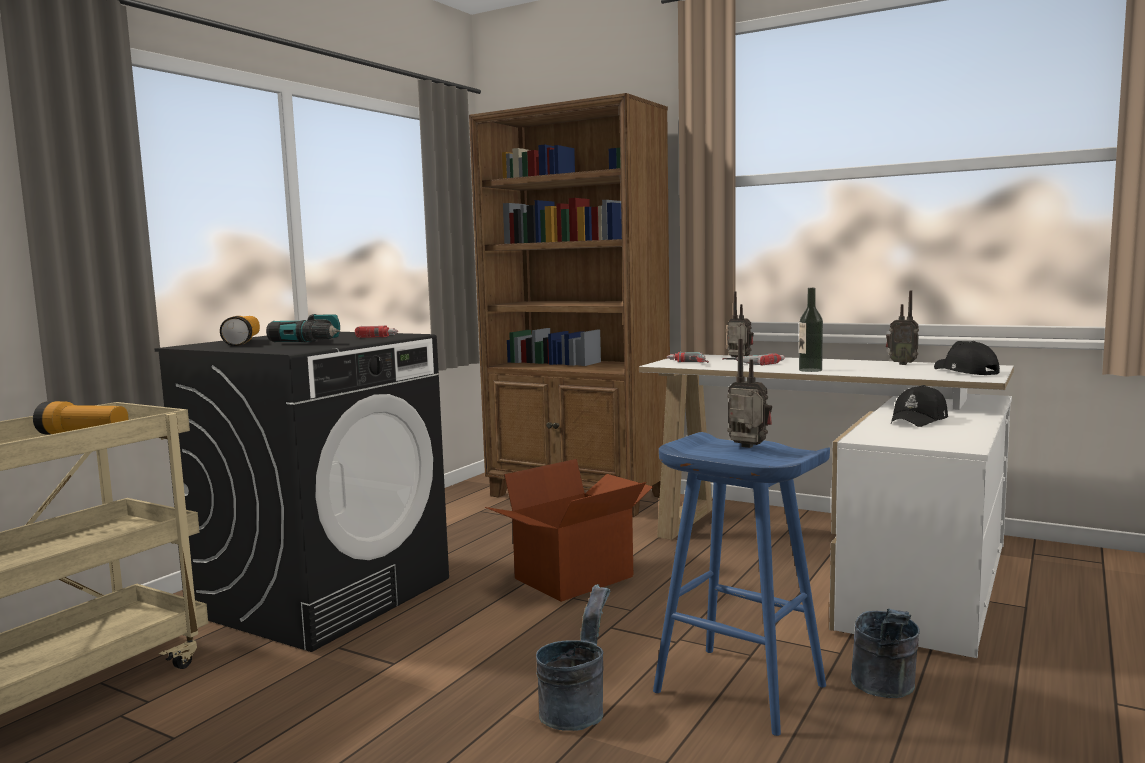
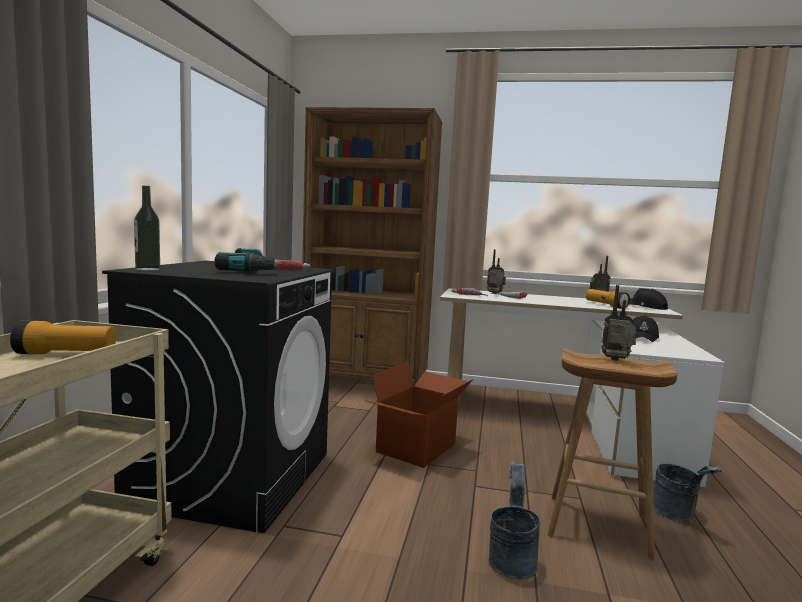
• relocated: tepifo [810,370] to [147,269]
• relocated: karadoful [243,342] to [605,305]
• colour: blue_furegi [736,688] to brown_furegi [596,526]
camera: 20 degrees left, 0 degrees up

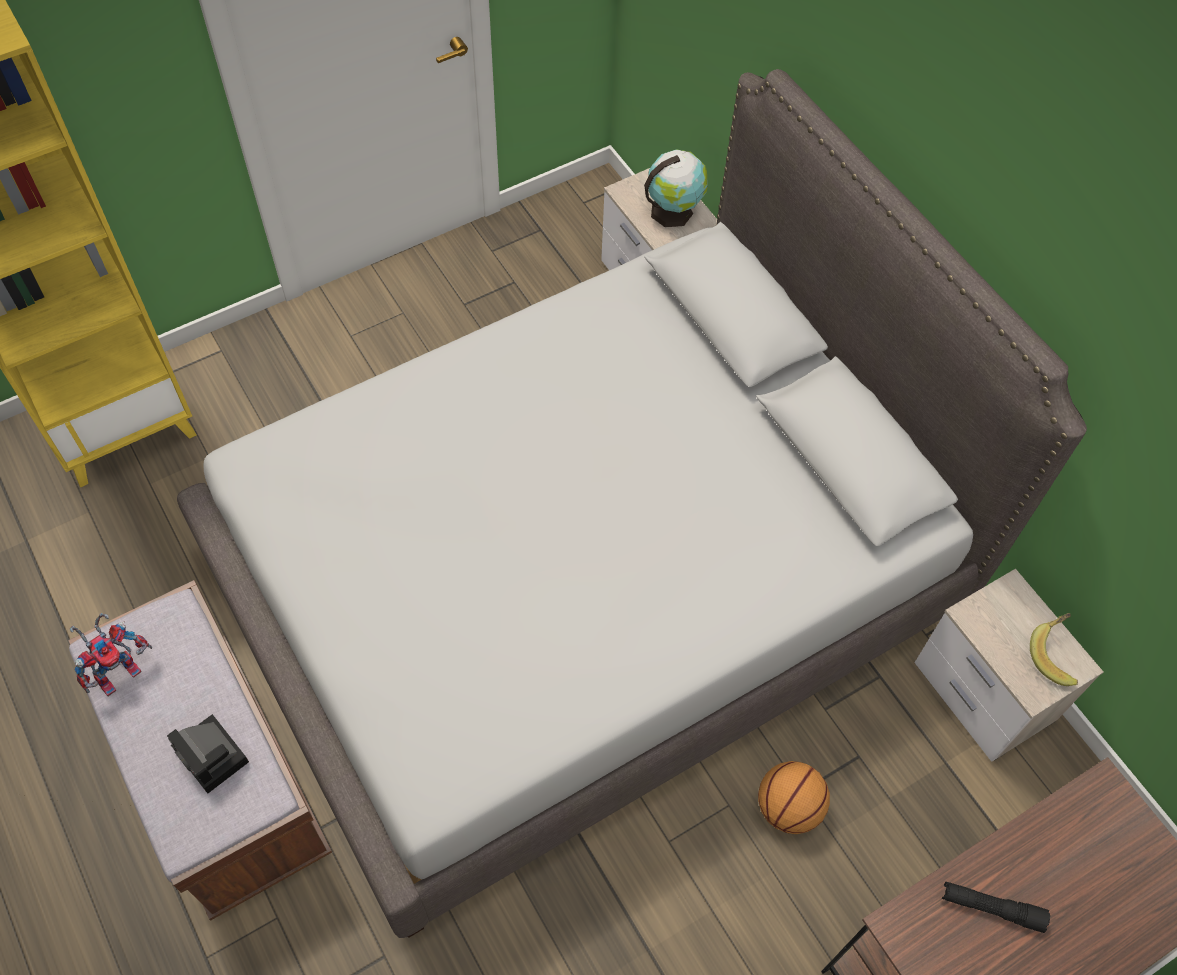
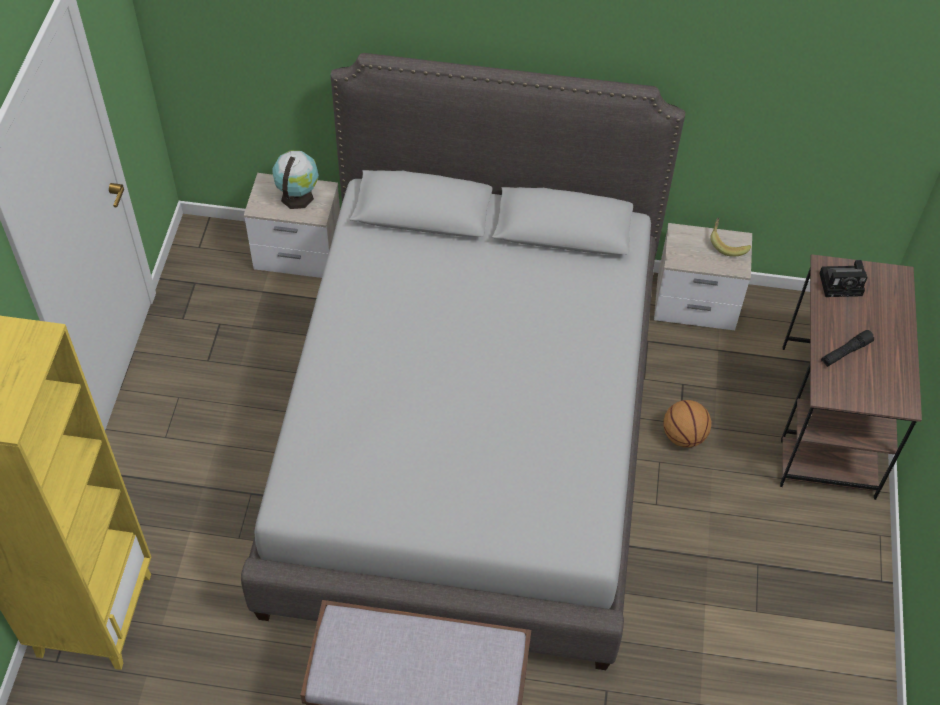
• missing: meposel [120,670]
• relocated: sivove [214,758] to [842,284]
camera: 50 degrees left, 5 degrees down

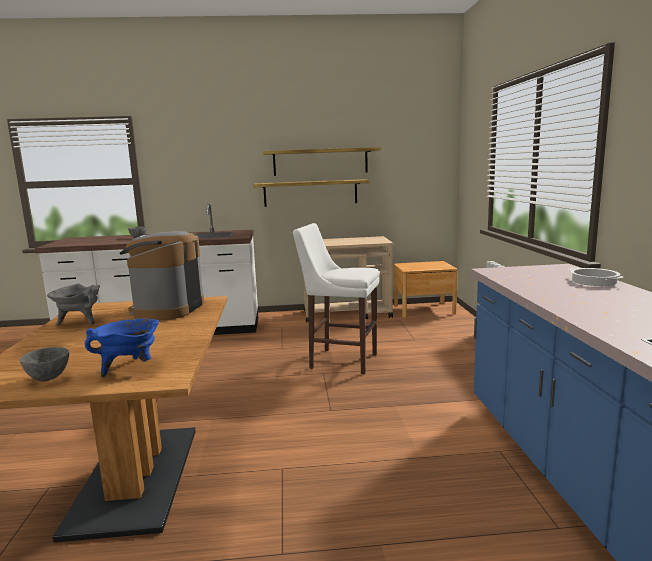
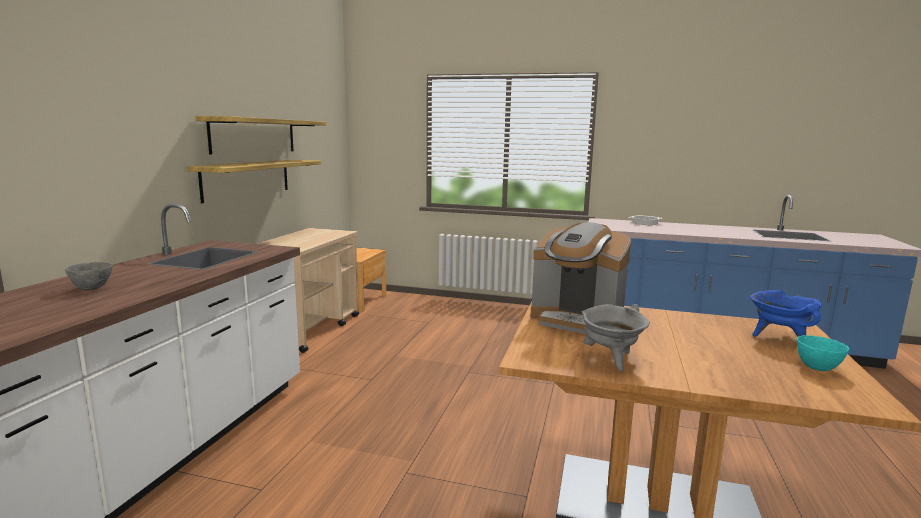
• missing: white_furegi [340,360]
• colour: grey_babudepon [49,378] to turquoise_babudepon [816,367]
camera: 70 degrees left, 0 degrees up

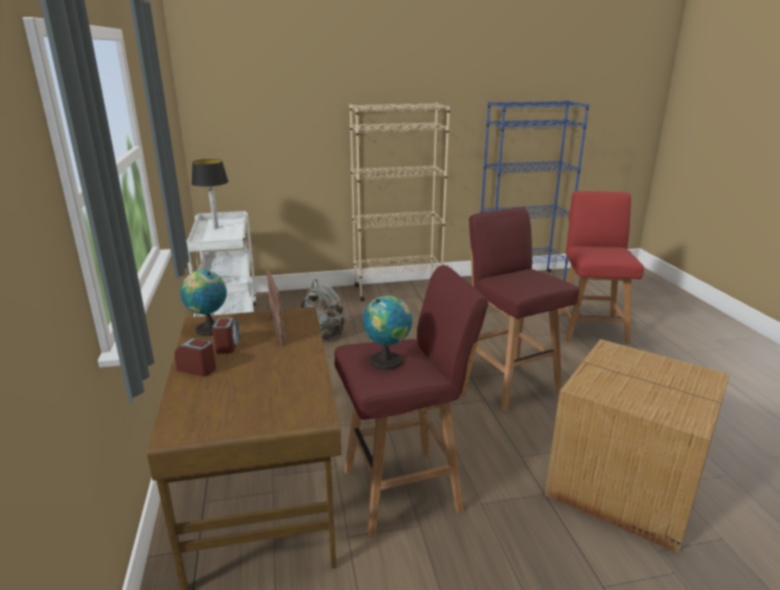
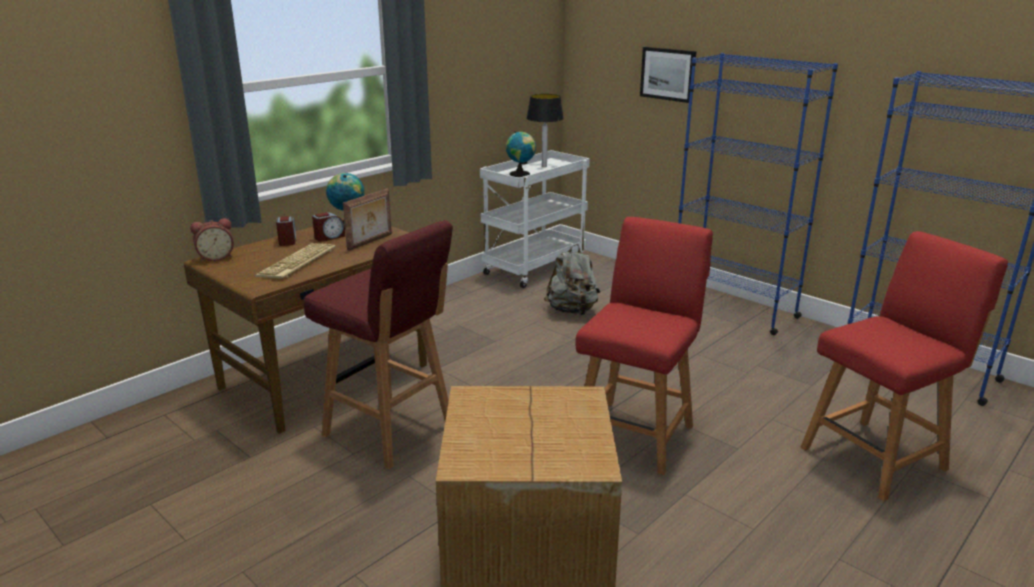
• colour: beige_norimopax [398,290] to blue_norimopax [733,309]
• exchanged: red_furegi [509,382] to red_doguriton [635,434]
• relocated: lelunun [387,360] to [521,174]
• appeared: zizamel [668,74]
• appeared: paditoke [216,257]
• appeared: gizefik [297,263]
camera: 55 degrees right, 0 degrees up

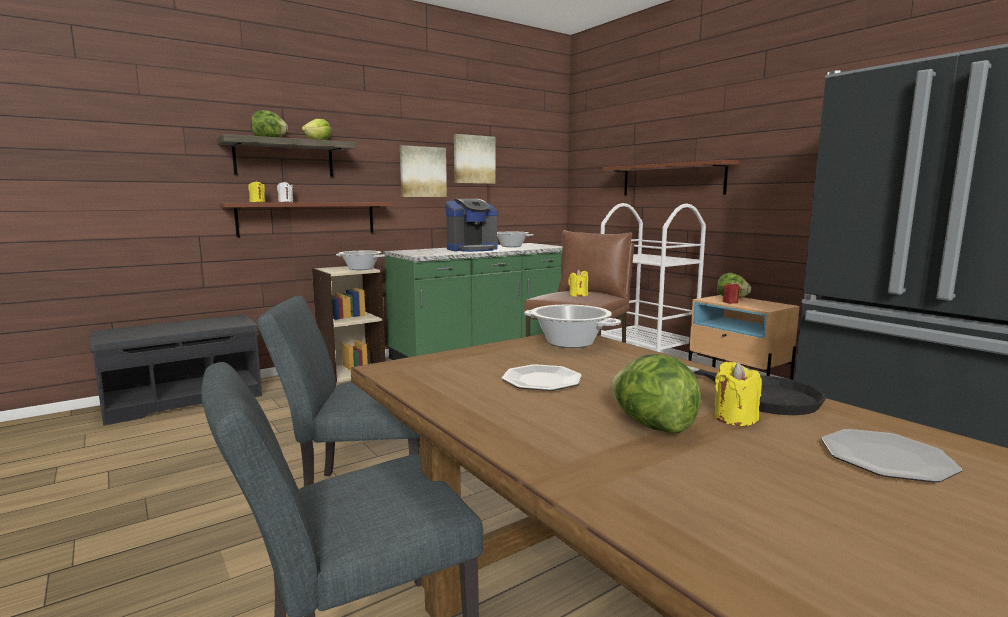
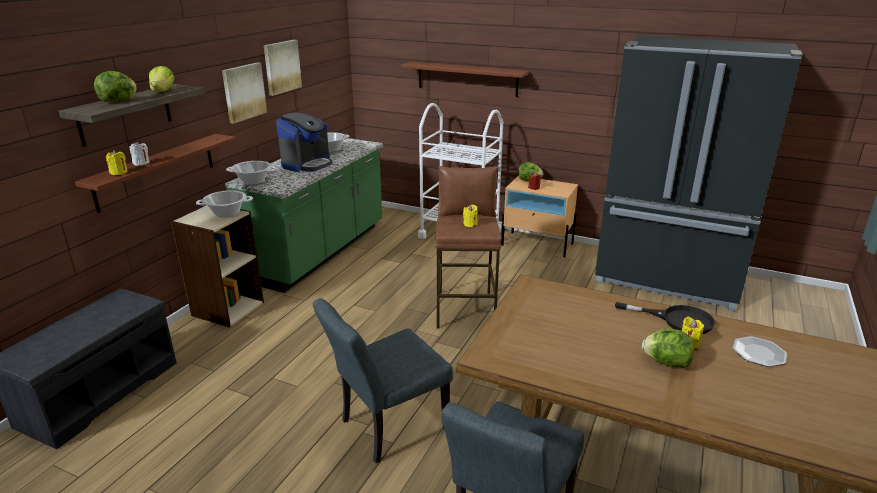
• relocated: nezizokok [570,343] to [253,181]
• missing: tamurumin [541,380]
camera: 30 degrees left, 15 degrees up

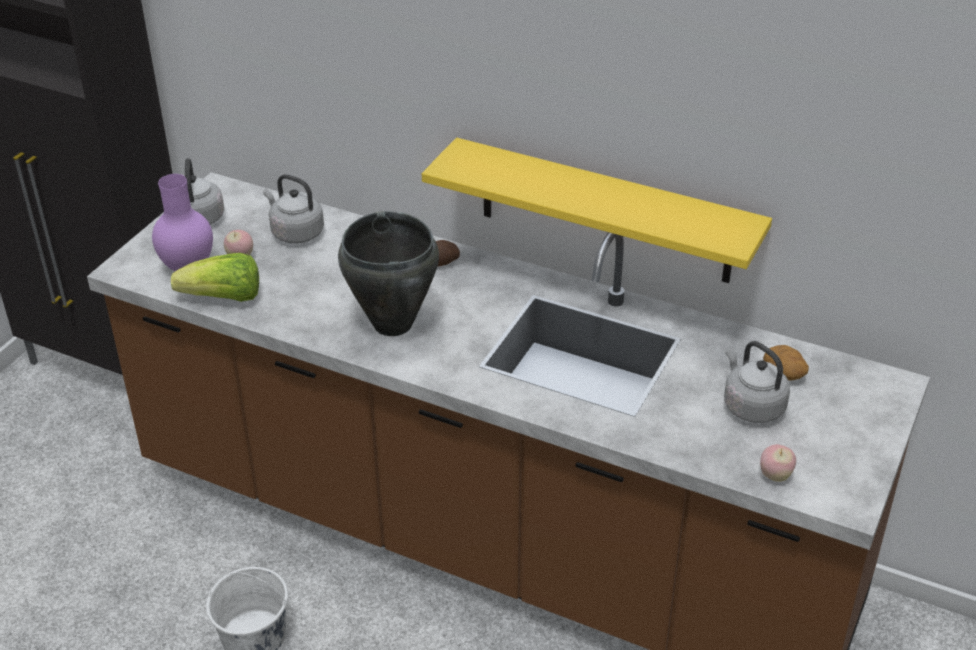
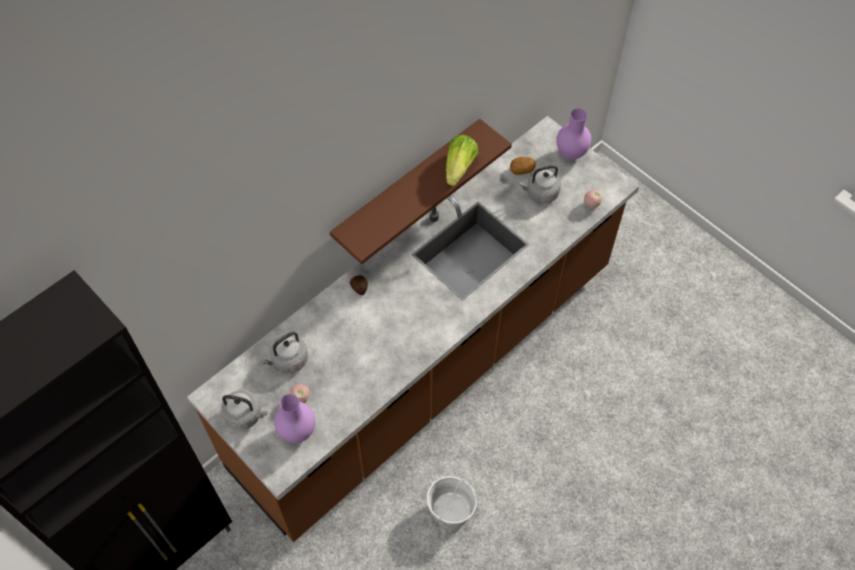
• colour: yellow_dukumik [605,211] to brown_dukumik [407,188]
• missing: black_nezizokok [392,324]
• relocated: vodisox [224,298] to [459,168]
• appeared: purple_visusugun [571,153]
camera: 70 degrees left, 20 degrees up

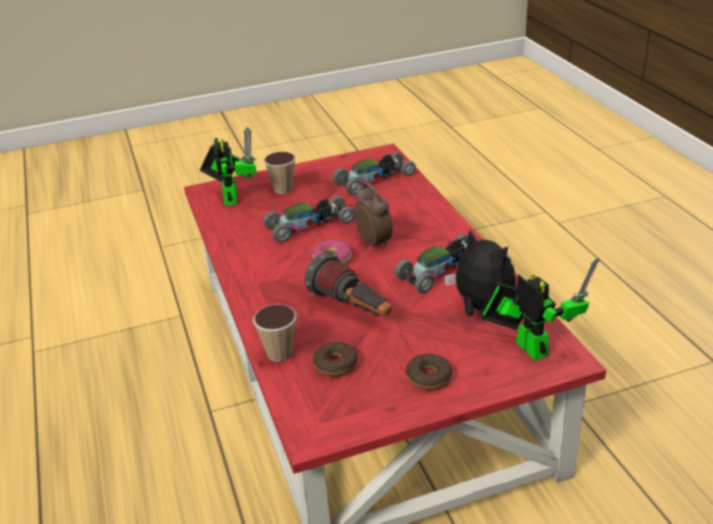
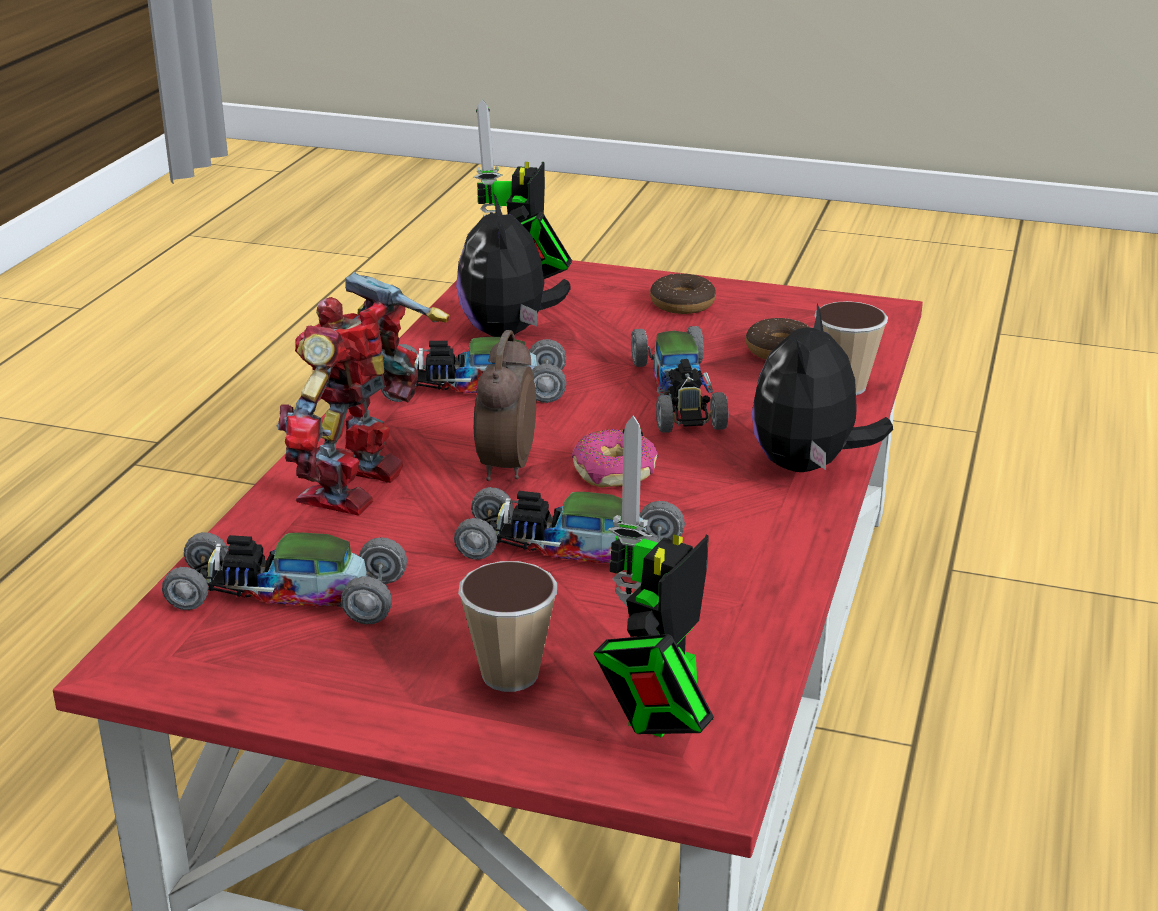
• exchanged: karadoful [353,309] to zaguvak [678,394]
• appeared: meposel [360,487]
• appeared: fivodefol [808,466]
camera: 145 degrees left, 5 degrees down

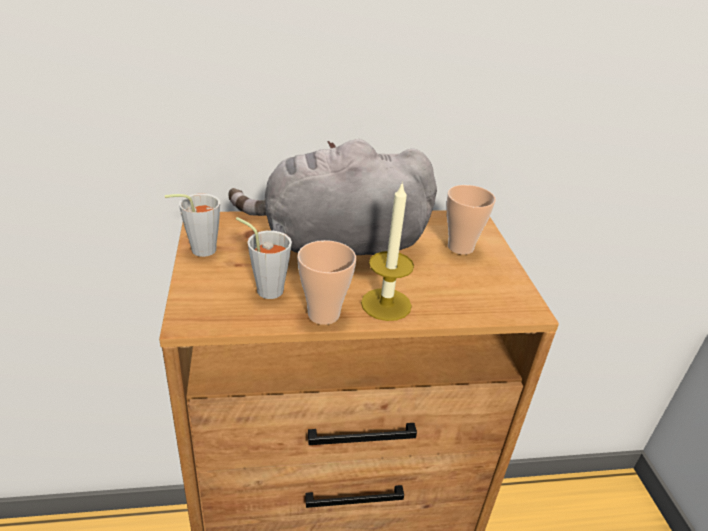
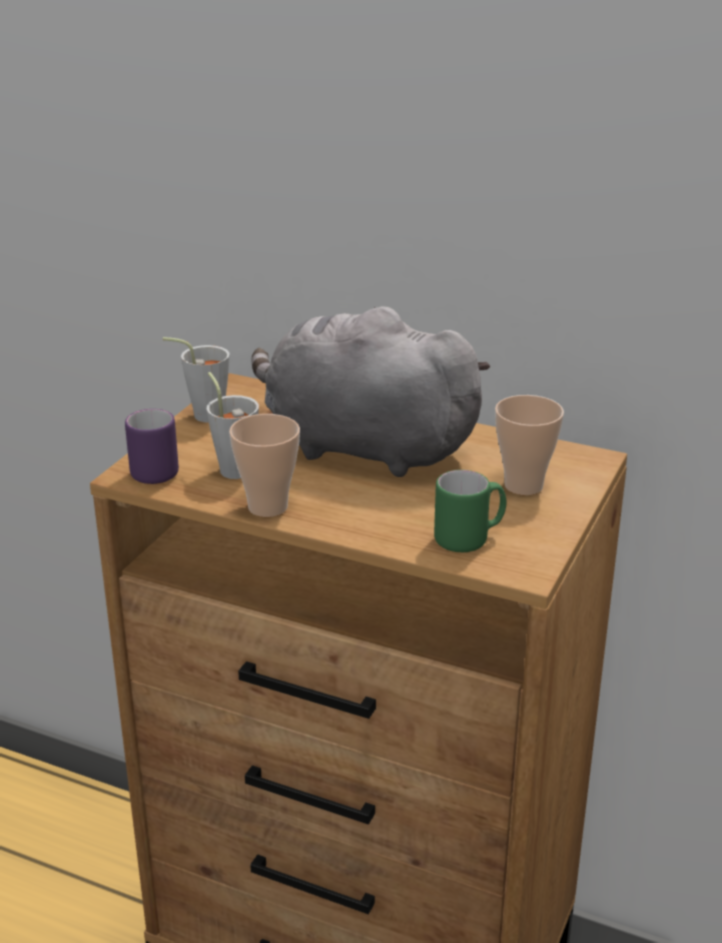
• missing: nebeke [386,304]
• appeared: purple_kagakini [158,470]
• appeared: green_kagakini [469,539]
camera: 35 degrees right, 5 degrees down

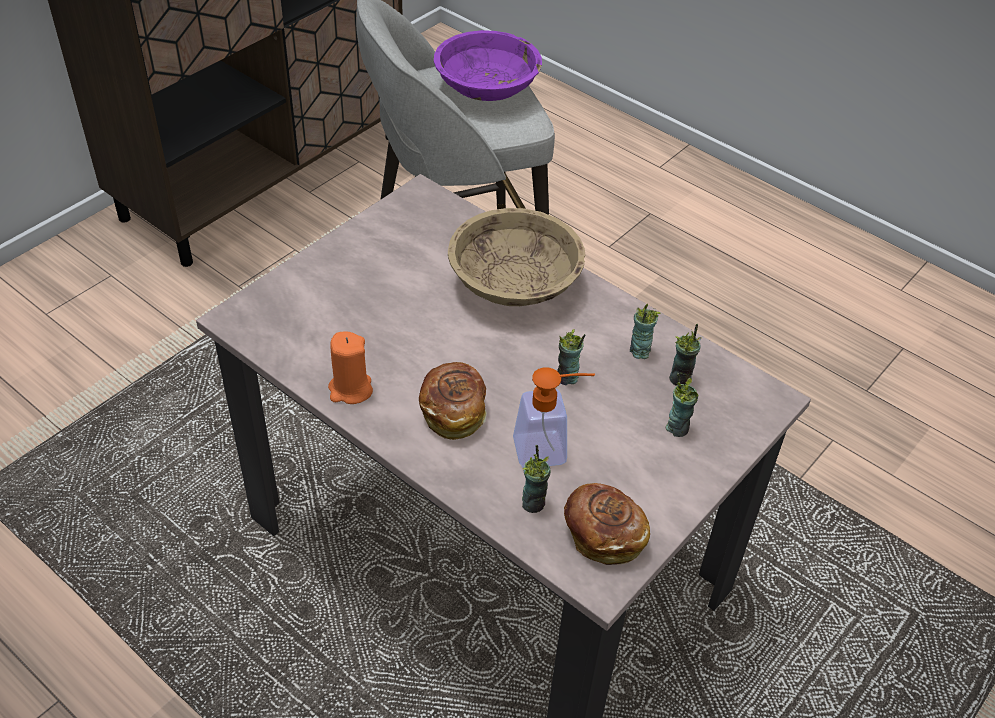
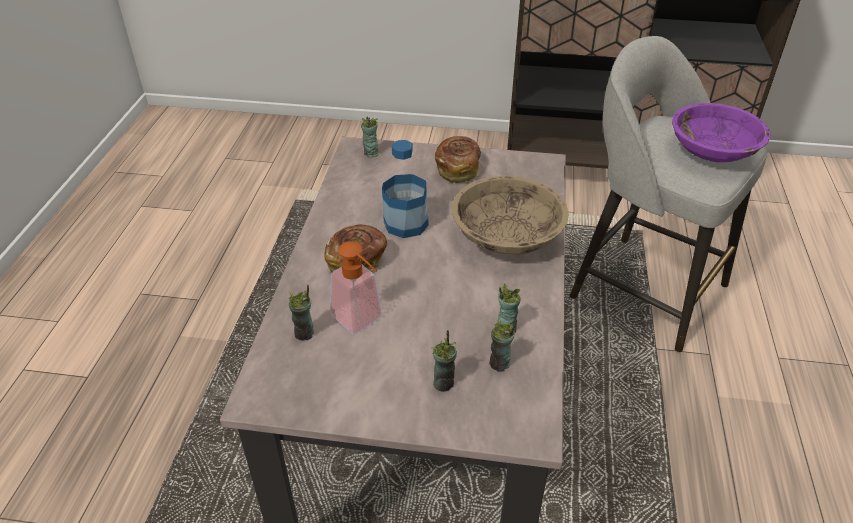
• relocated: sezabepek [567,378] to [371,153]
• missing: orange_nebeke [350,389]
• relocated: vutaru [603,535] to [458,169]
• appeared: tepifo [406,223]
camera: 60 degrees right, 5 degrees down

